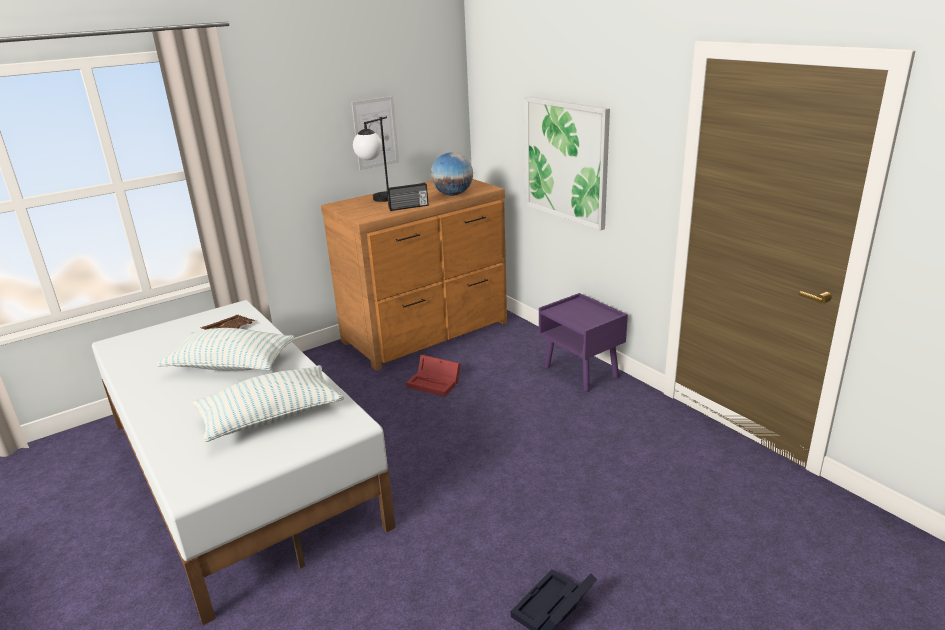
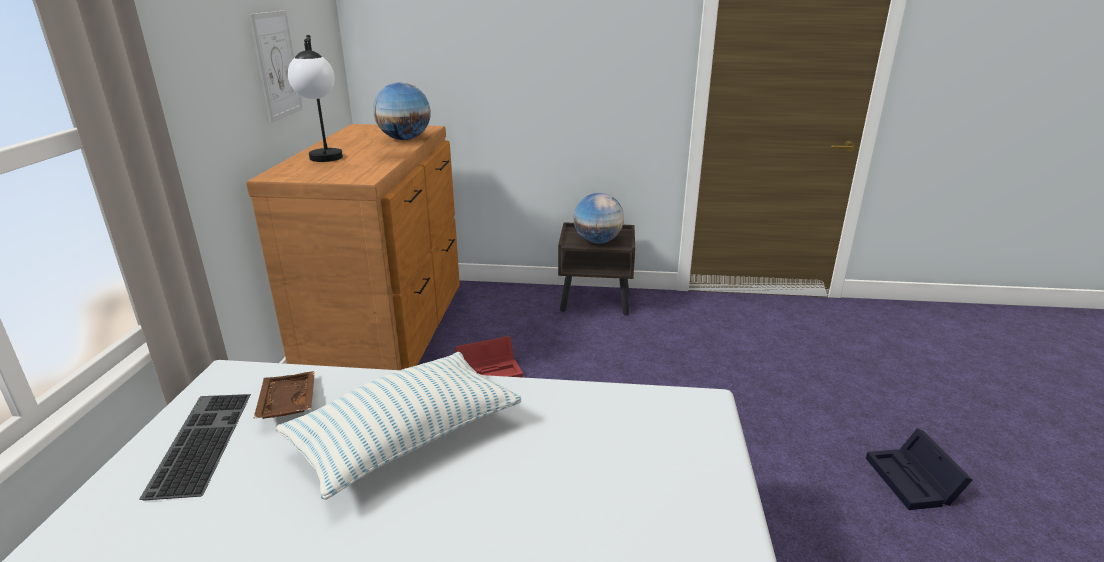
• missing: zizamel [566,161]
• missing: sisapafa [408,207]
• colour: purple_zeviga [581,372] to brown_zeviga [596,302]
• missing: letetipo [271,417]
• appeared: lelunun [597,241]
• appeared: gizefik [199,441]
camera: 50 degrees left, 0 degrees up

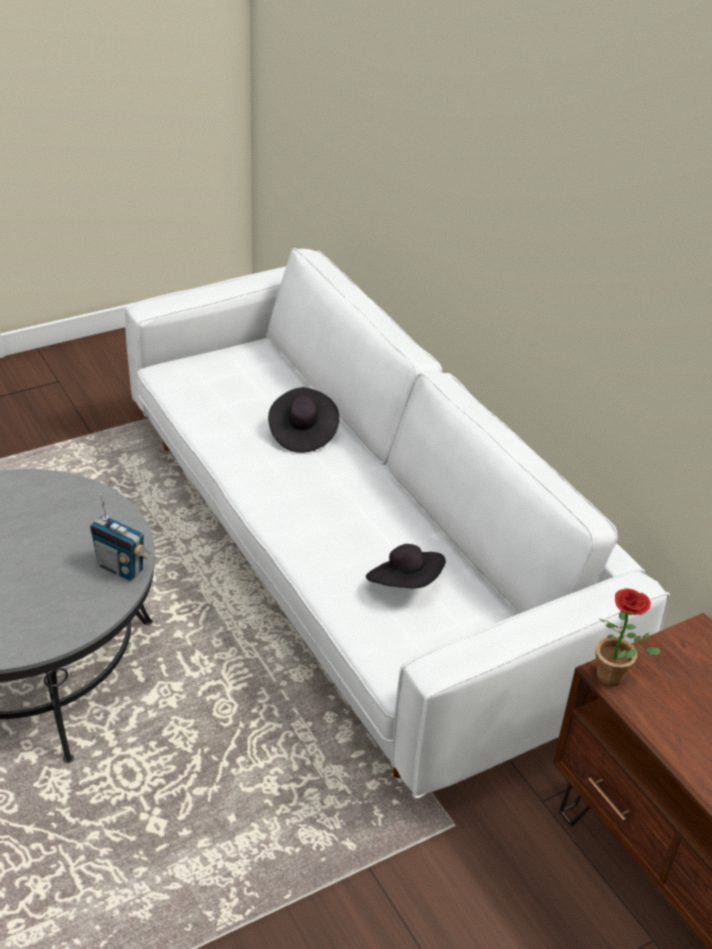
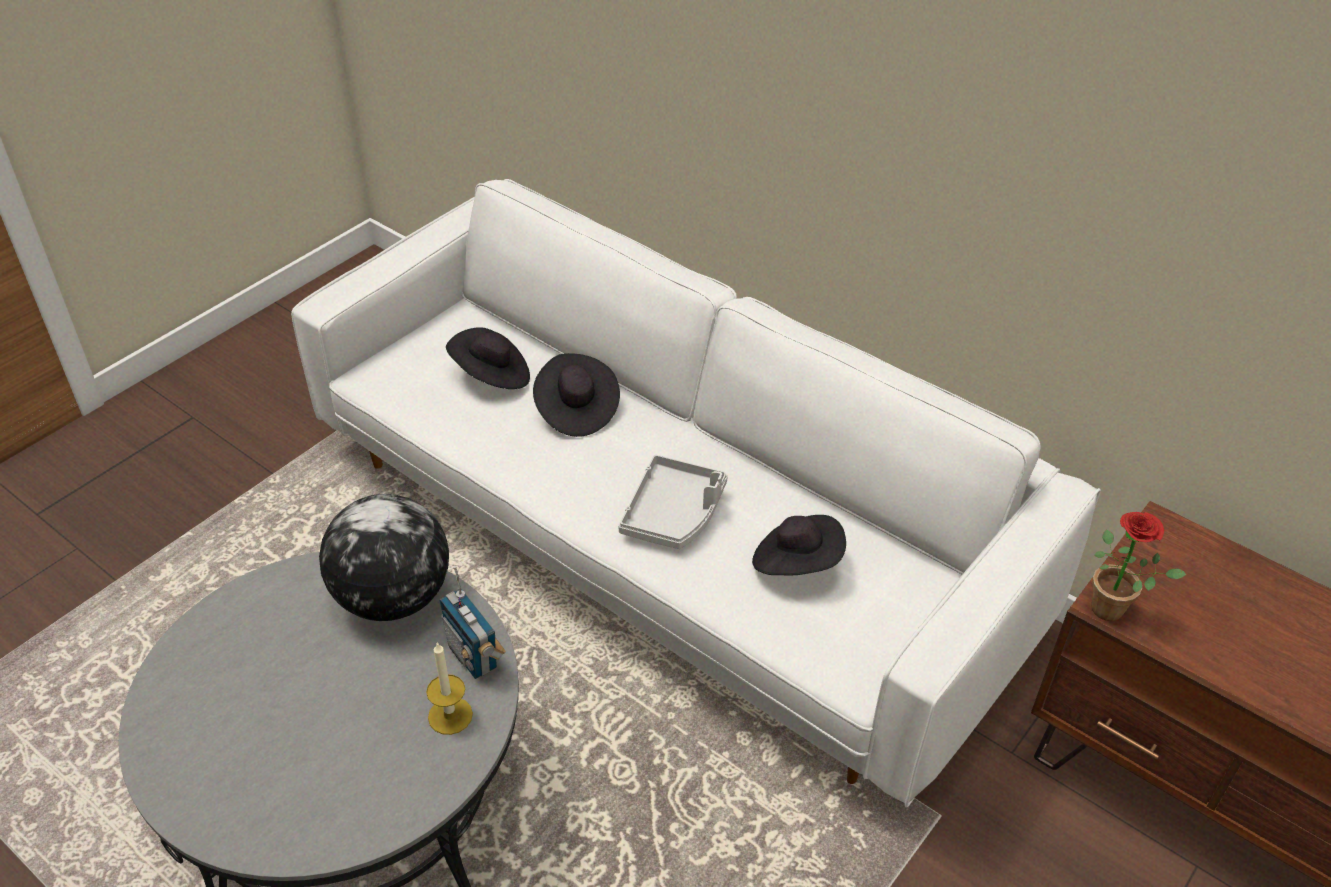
• spun: sisapafa [121,568] = [474,656] 45 degrees clockwise
• appeared: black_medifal [492,376]
• appeared: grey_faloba [674,513]
• appeared: lelunun [392,598]
• appeared: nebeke [450,715]
camera: 20 degrees left, 5 degrees up

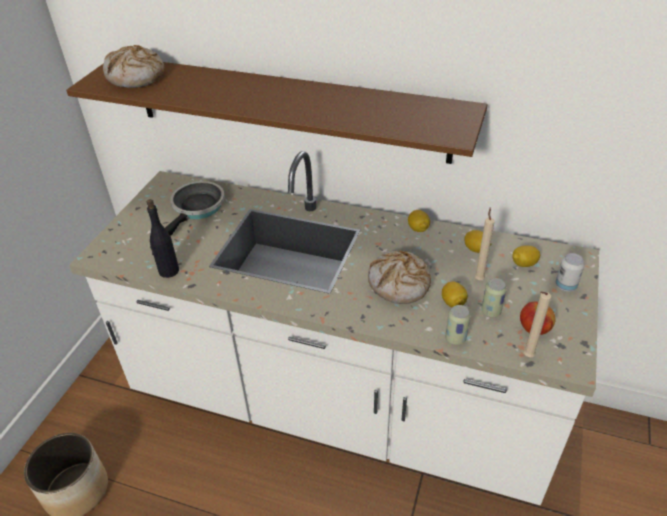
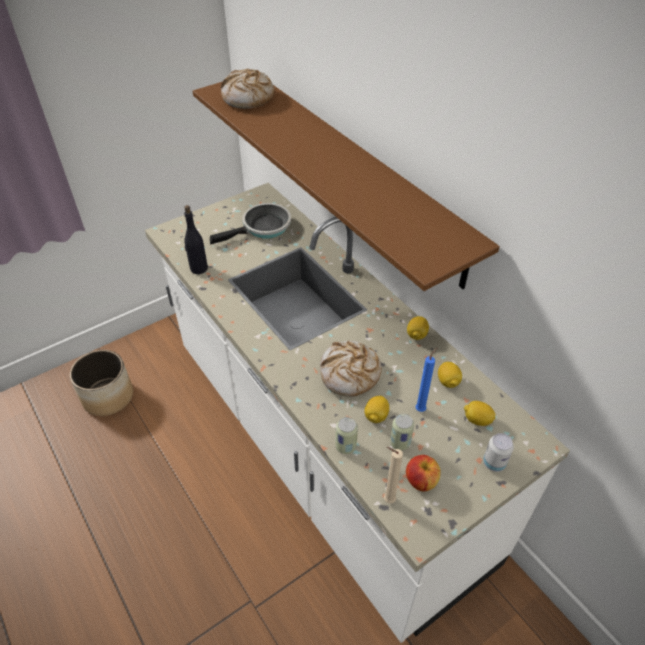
• colour: beige_nebeke [479,278] to blue_nebeke [421,409]
camera: 35 degrees right, 5 degrees up

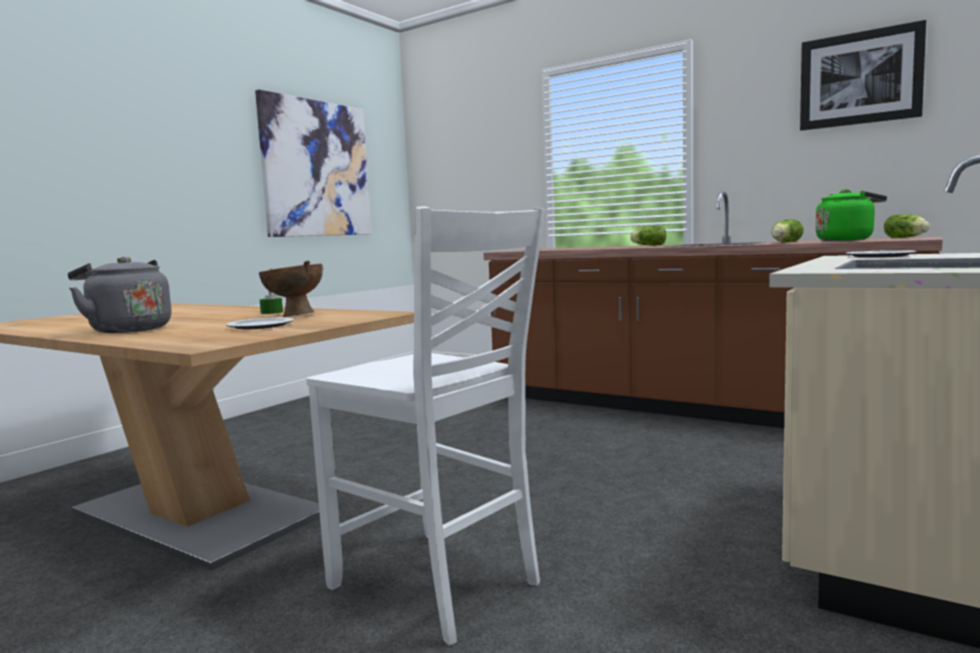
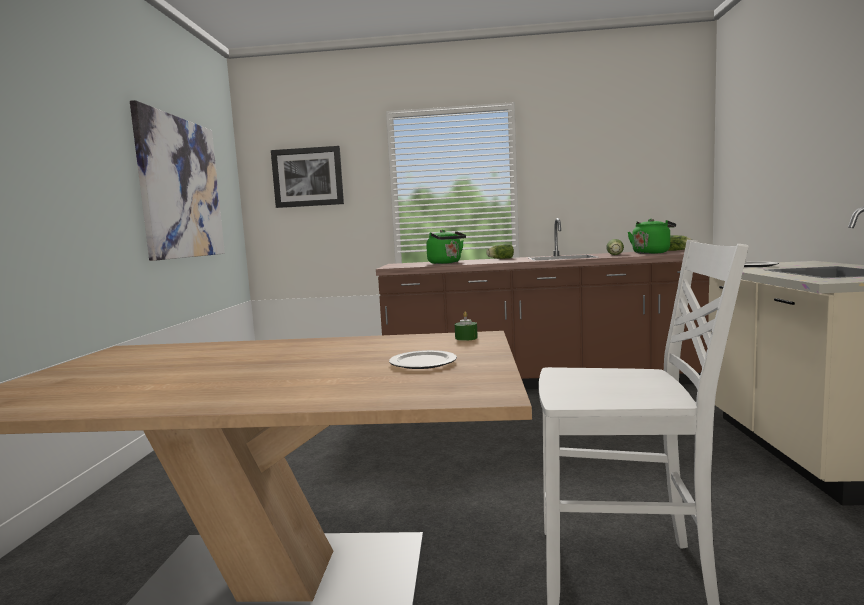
• relocated: zizamel [860,78] to [308,177]
• missing: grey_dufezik [127,330]
• missing: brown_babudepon [294,316]
• relocated: green_nebeke [272,312] to [466,338]
• appeared: green_dufezik [446,263]
camera: 30 degrees left, 0 degrees up

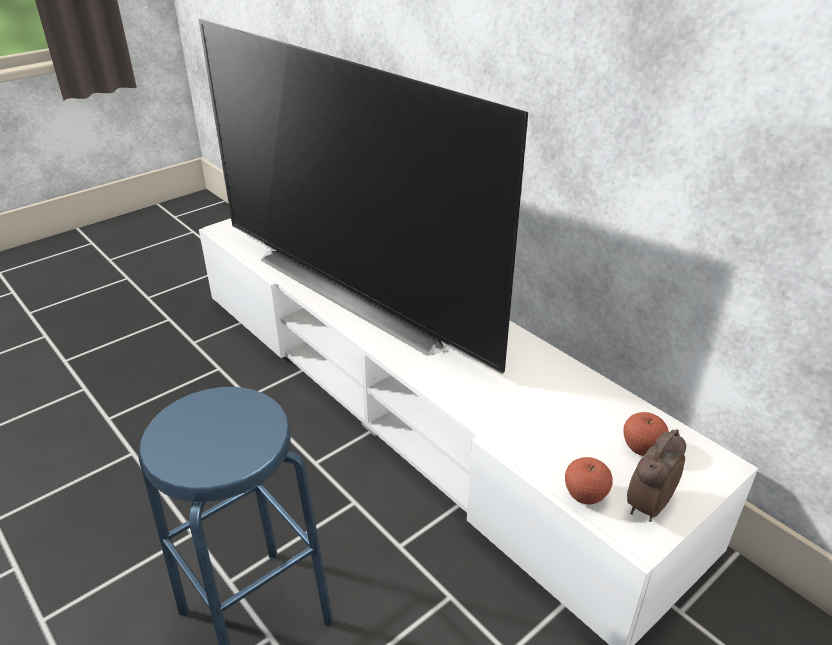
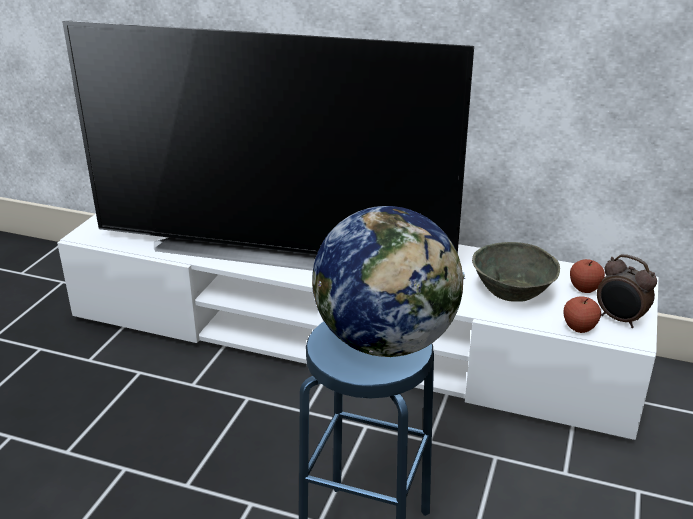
• spun: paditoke [647,505] = [619,320] 60 degrees counterclockwise
• appeared: lelunun [386,341]
• appeared: grey_babudepon [513,291]
camera: 30 degrees left, 5 degrees down

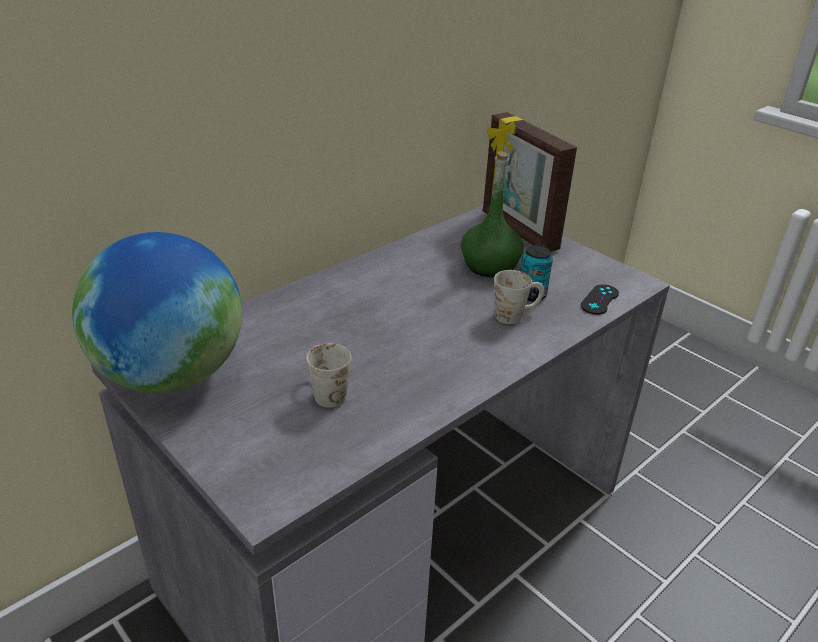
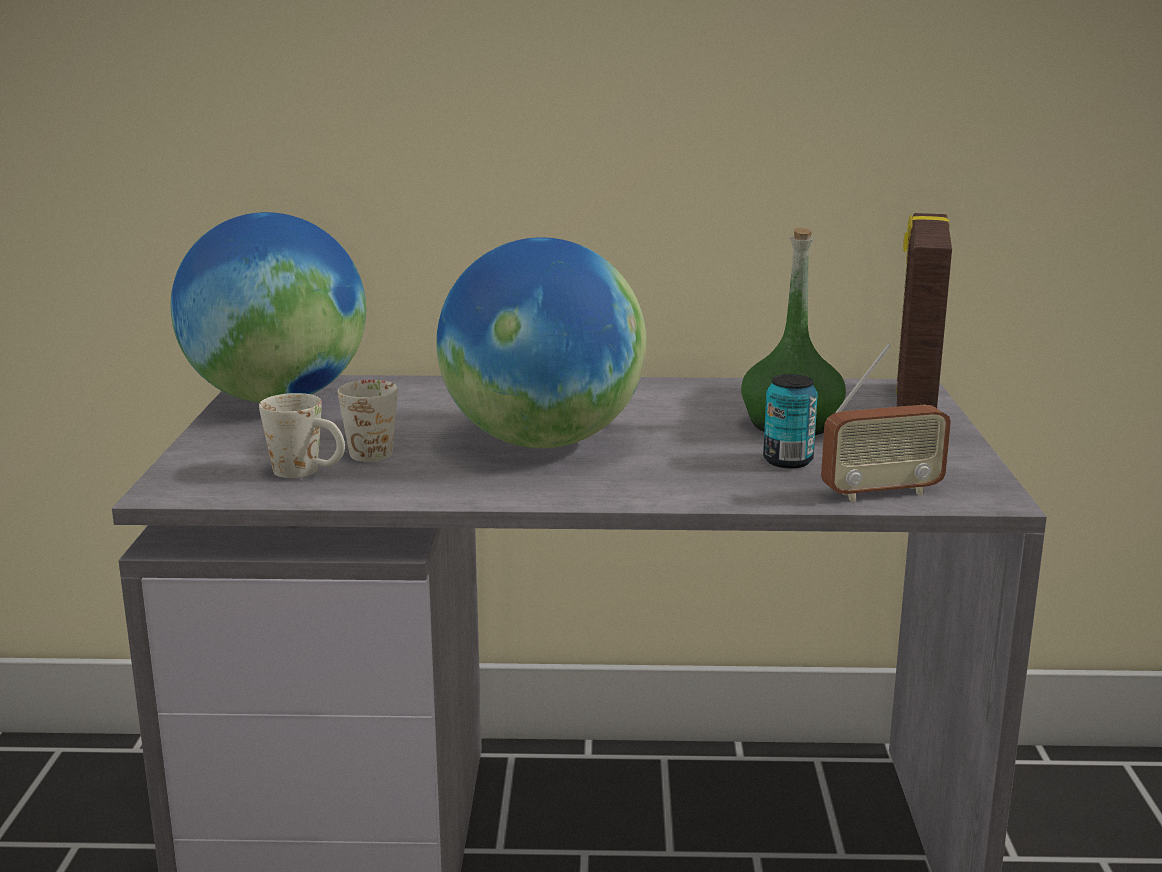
• relocated: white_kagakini [516,315] to [308,472]
• exchanged: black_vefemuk [599,300] to sisapafa [881,493]
• appeared: lelunun [541,441]
camera: 45 degrees right, 15 degrees down

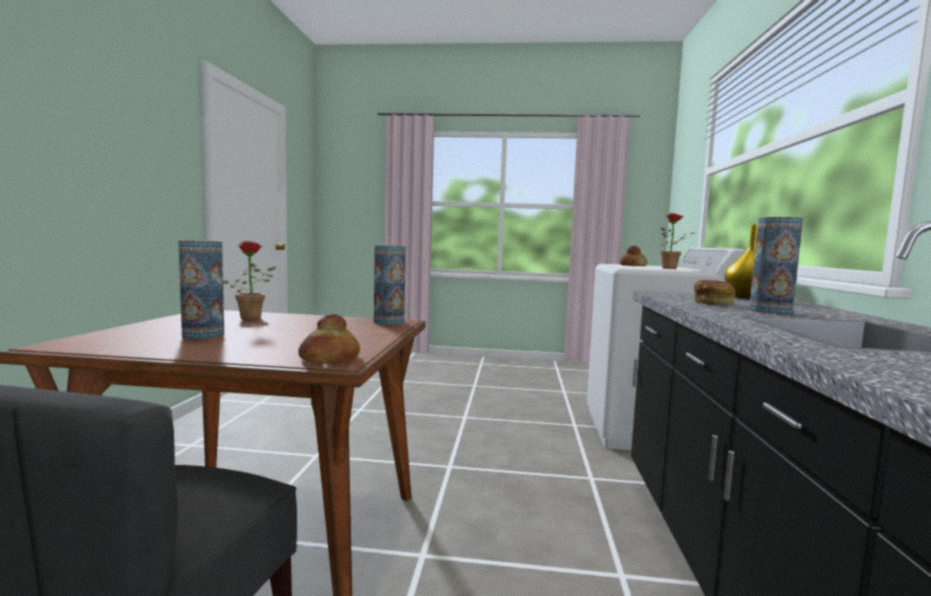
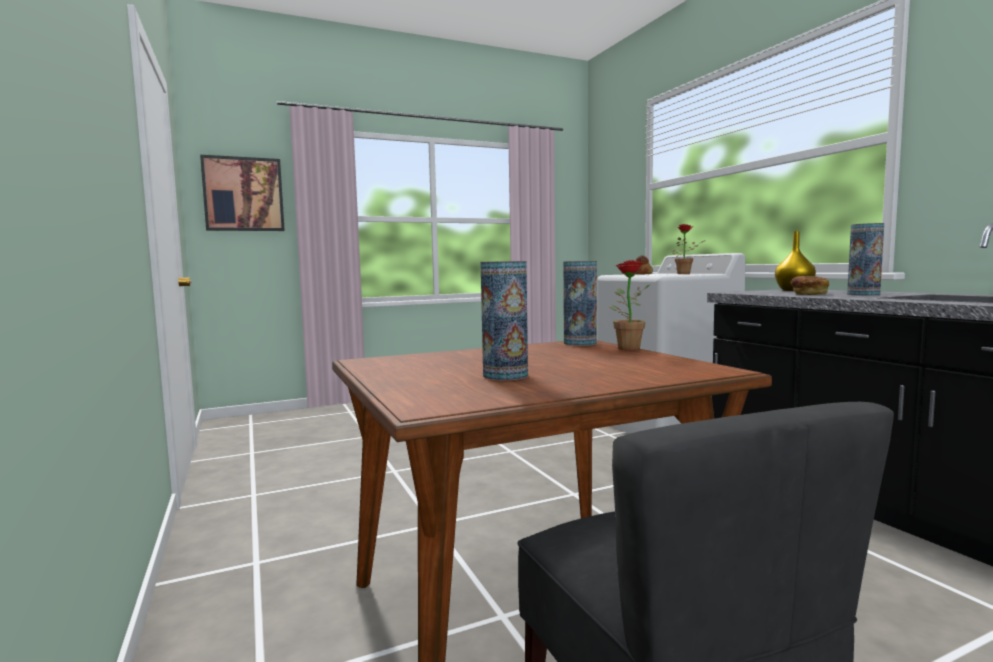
• relocated: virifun [253,317] to [626,348]
• missing: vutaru [330,358]
• appeared: zizamel [243,194]
camera: 30 degrees left, 0 degrees up

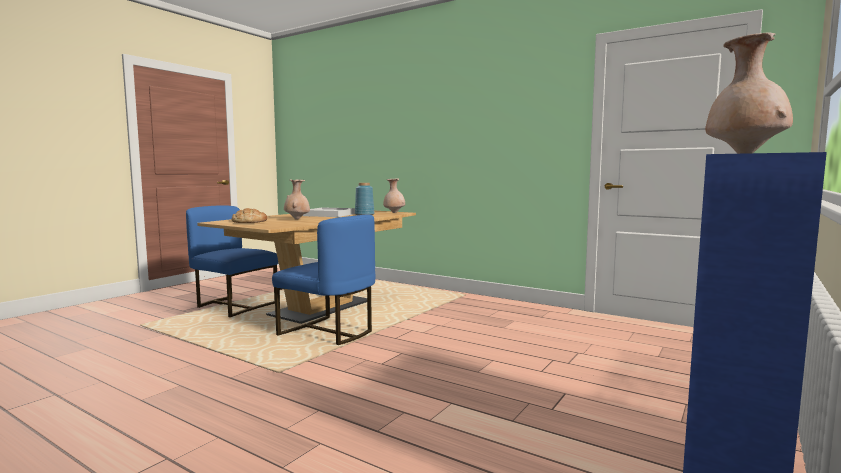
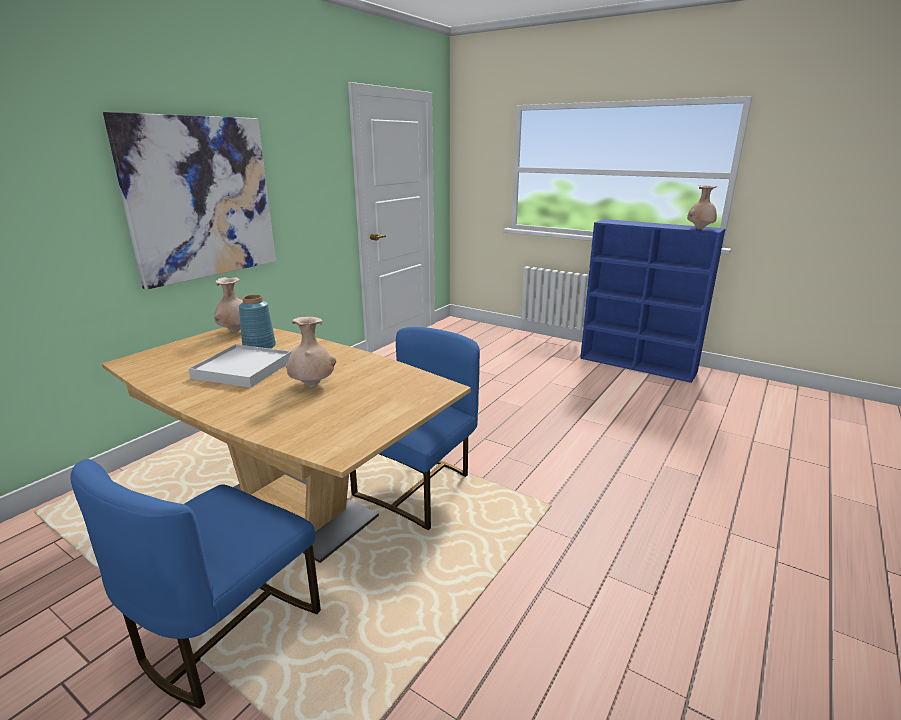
• missing: vutaru [249,222]
• appeared: zizamel [201,198]
camera: 90 degrees left, 15 degrees up

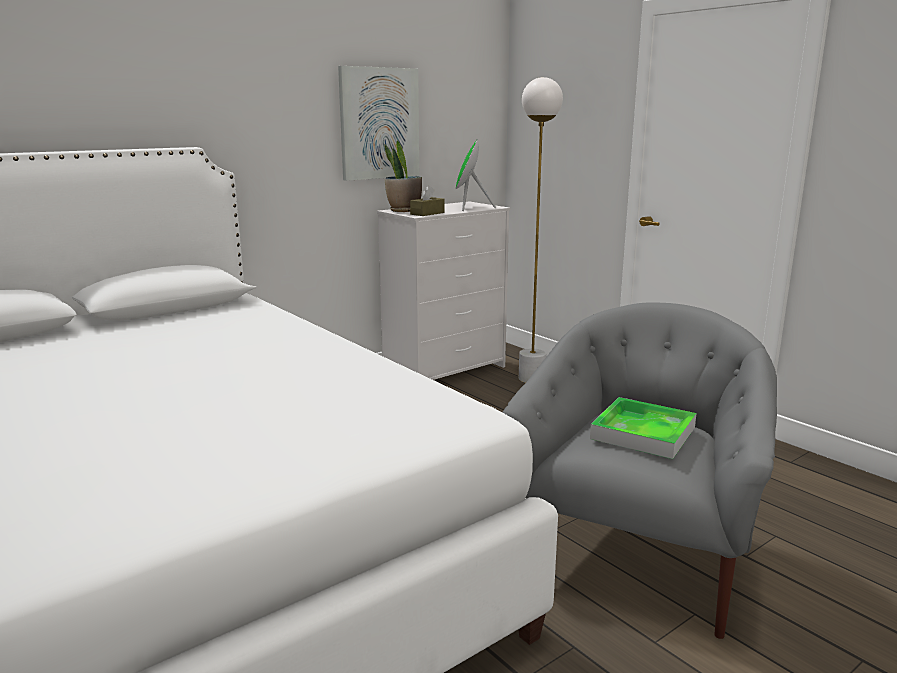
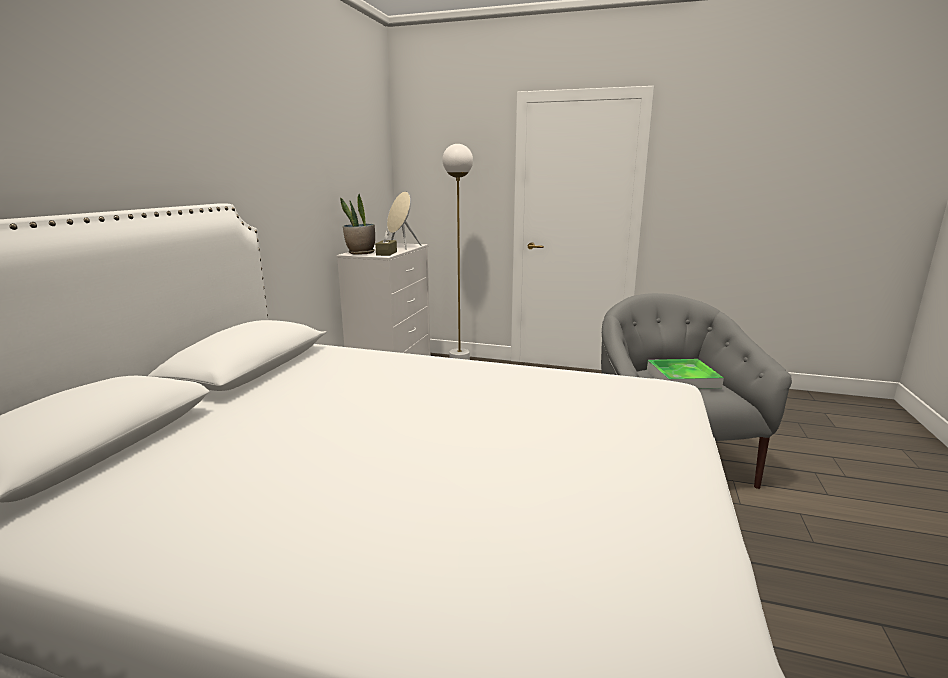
• missing: zizamel [379,123]
• colour: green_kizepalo [468,208] to beige_kizepalo [402,247]
camera: 35 degrees left, 0 degrees up

